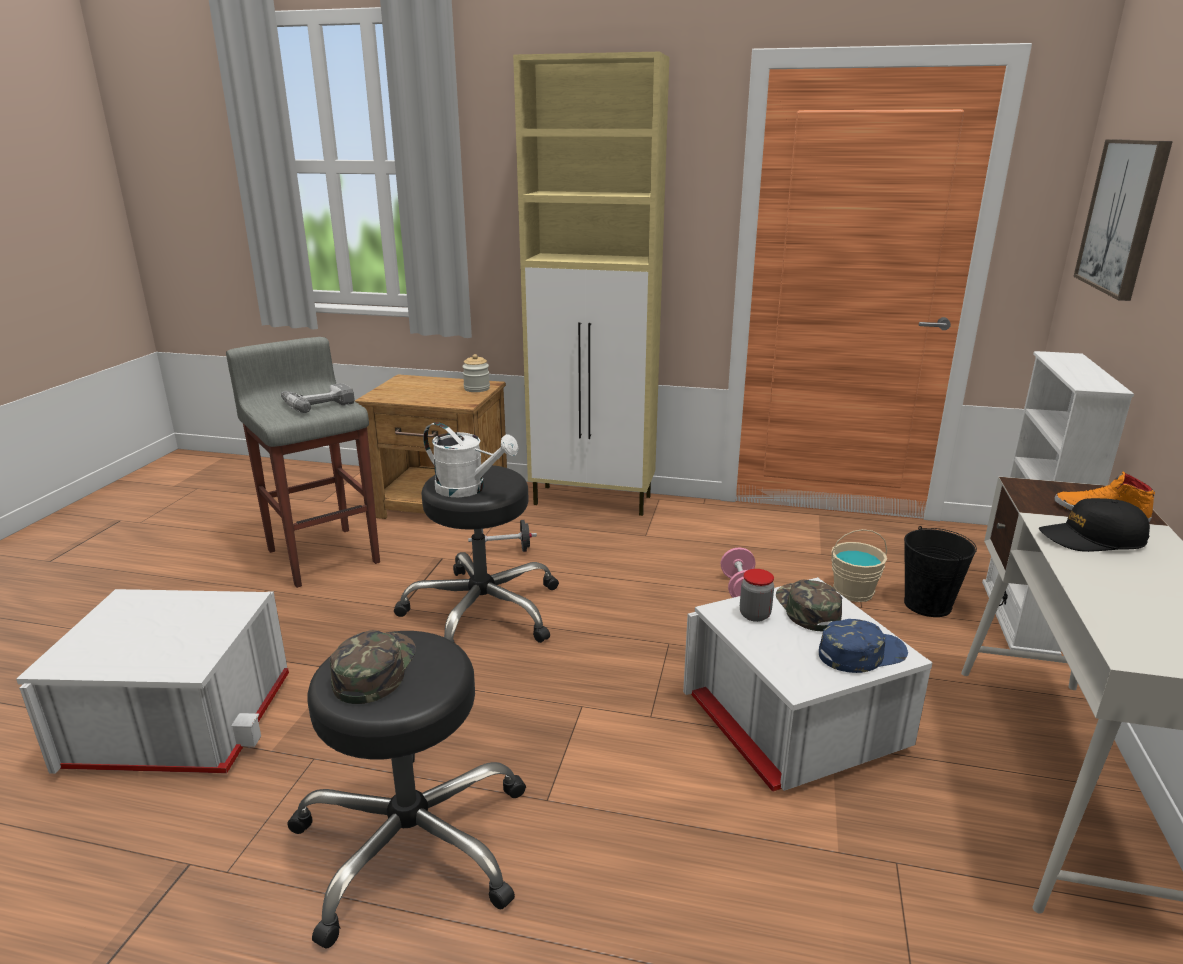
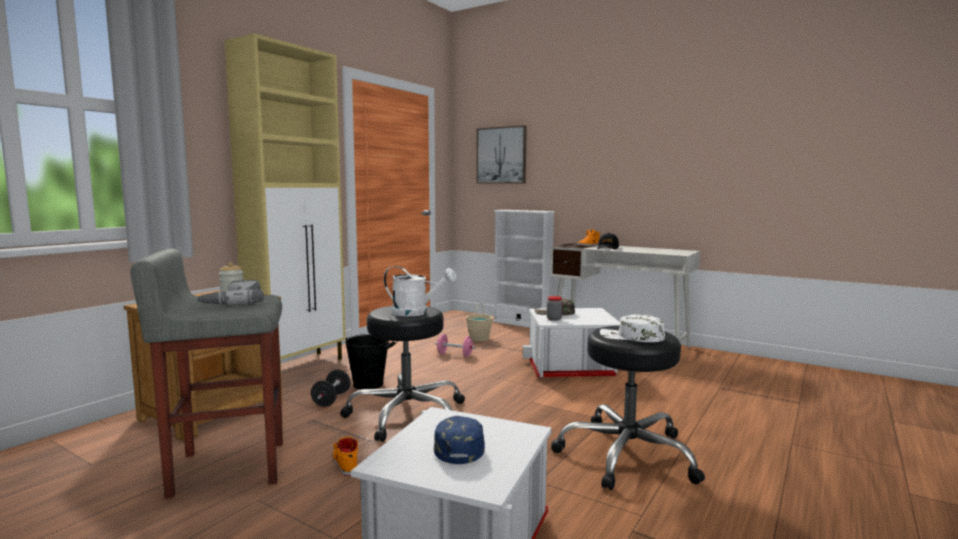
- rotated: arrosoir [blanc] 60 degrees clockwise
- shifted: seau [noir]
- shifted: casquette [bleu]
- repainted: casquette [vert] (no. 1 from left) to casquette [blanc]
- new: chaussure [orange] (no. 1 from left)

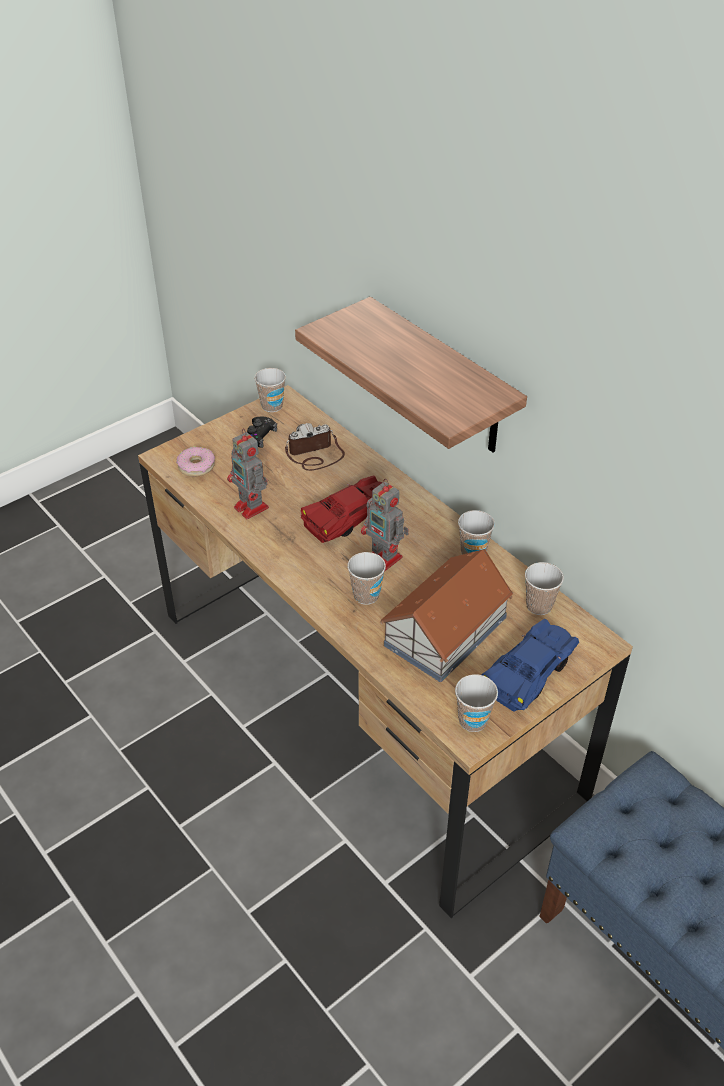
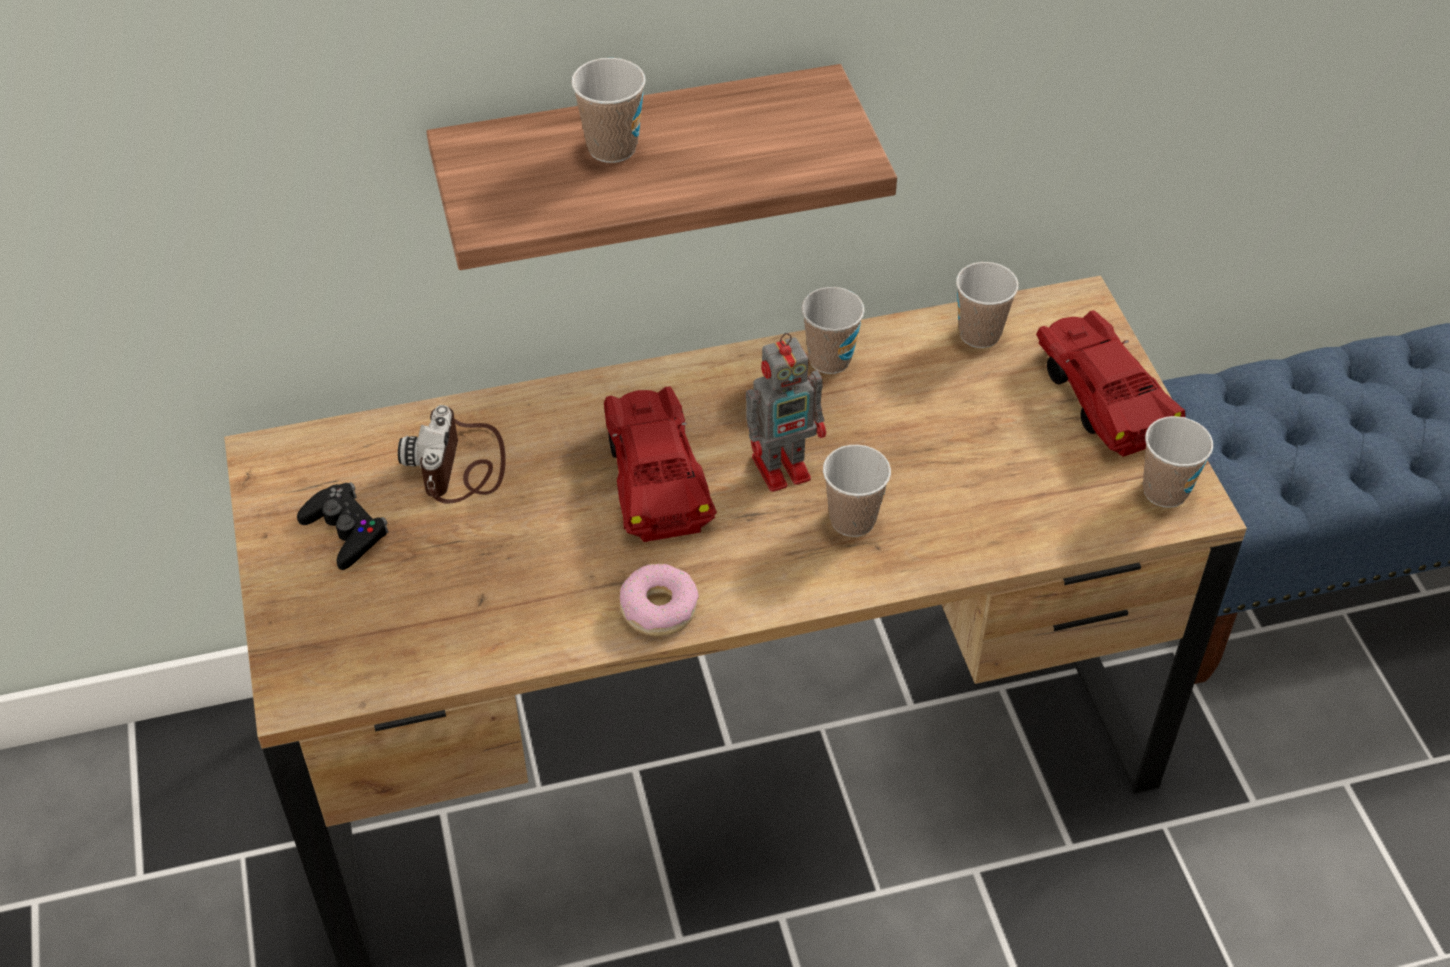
- shifted: tasse (no. 1 from left)
- gone: robot jouet (no. 1 from left)
- shifted: beignet
- gone: maison miniature
- repainted: petite voiture [bleu] to petite voiture [rouge] (no. 2 from left)

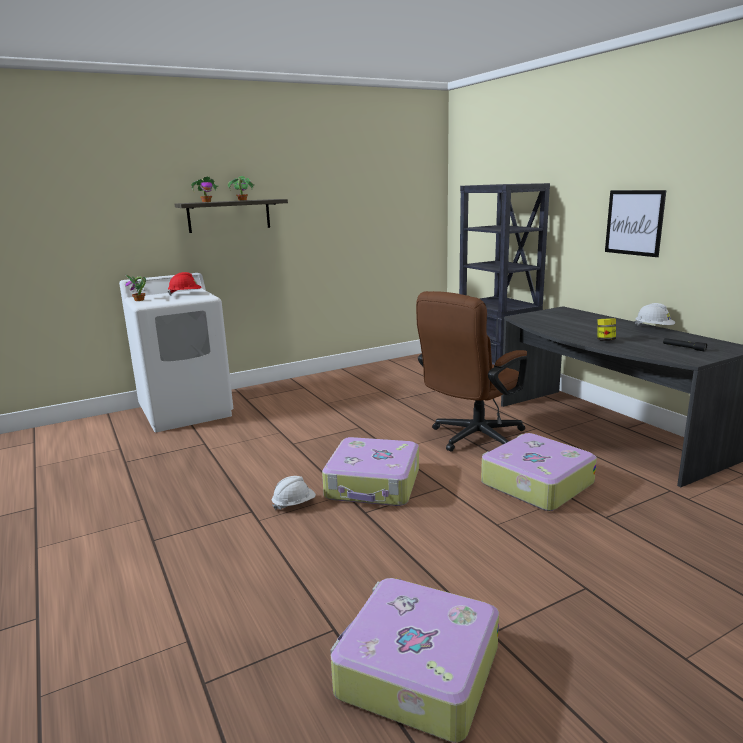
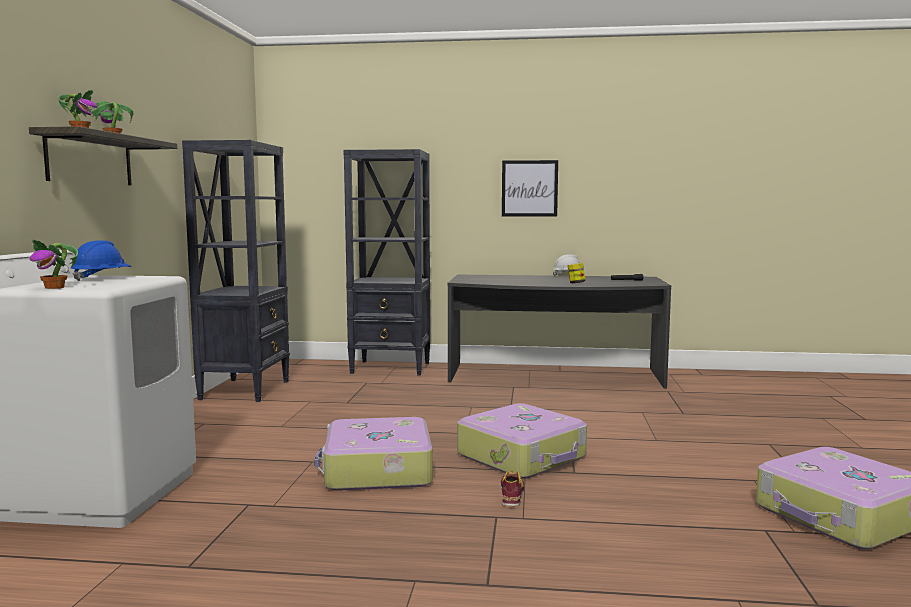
- repainted: casque de chantier [rouge] to casque de chantier [bleu]
- gone: chaise de bureau [marron]
- shifted: valise (no. 3 from left in the first image) to valise (no. 1 from left)
- swapped: casque de chantier [blanc] (no. 1 from left) to chaussure
- new: bibliothèque [noir] (no. 1 from left)

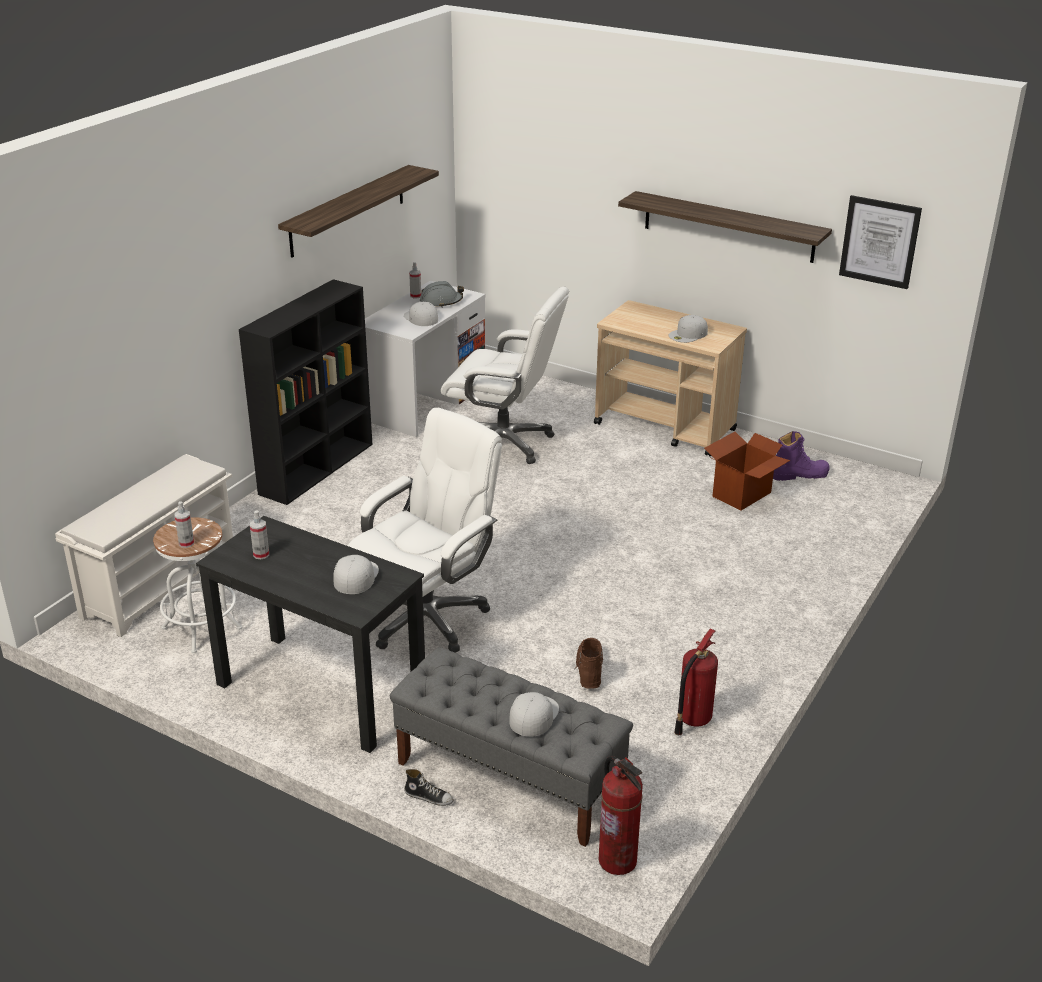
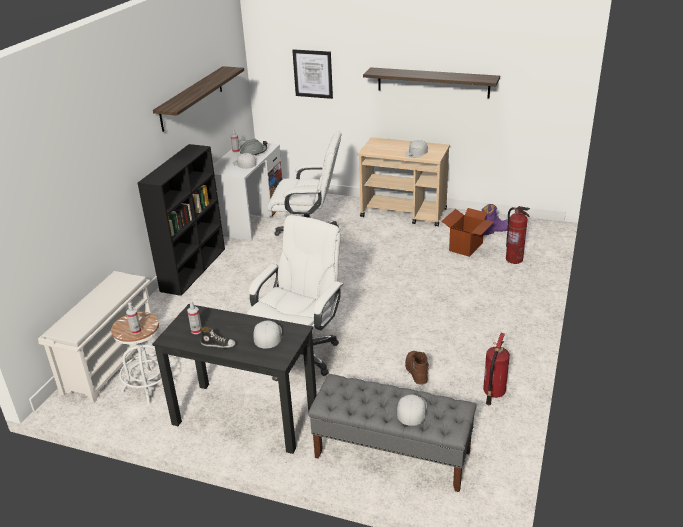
- shifted: tableau
- shifted: extincteur (no. 1 from left in the first image) to extincteur (no. 2 from left)
- shifted: chaussure

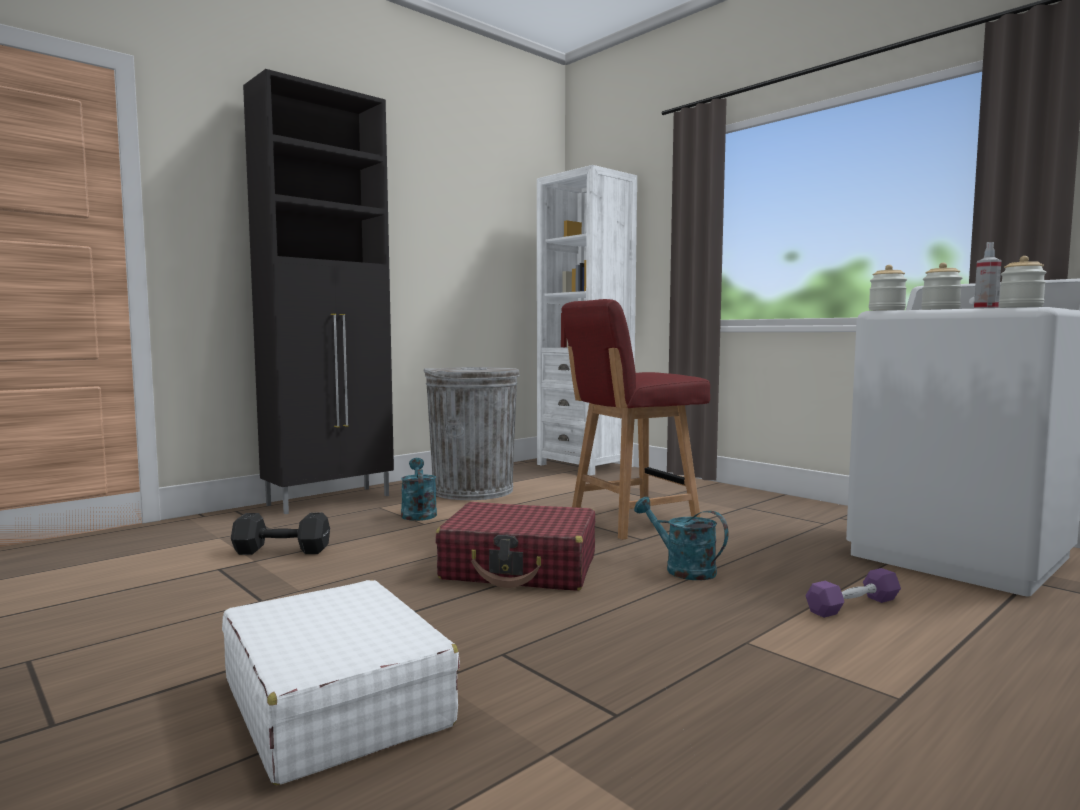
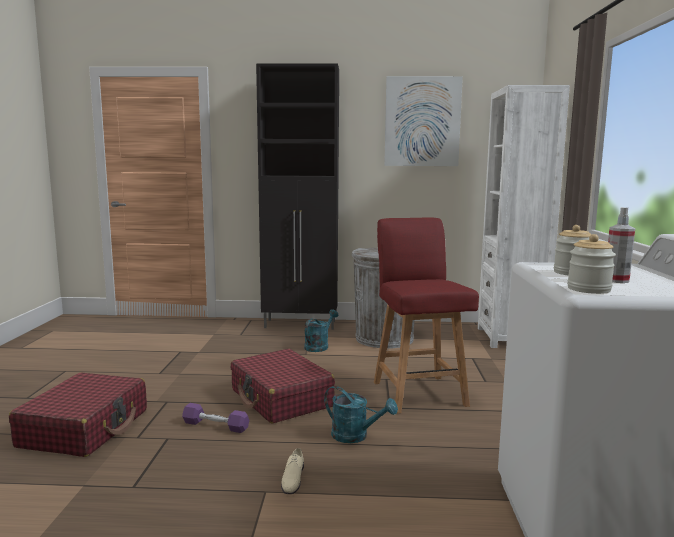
- gone: bocal (no. 1 from left)
- rotated: chaise [rouge] 60 degrees clockwise
- rotated: arrosoir [turquoise] (no. 2 from left) 120 degrees clockwise
- gone: haltère [noir]
- shifted: haltère [violet]
- repainted: valise [blanc] to valise [rouge] (no. 1 from left)
- new: tableau
- new: chaussure [beige]

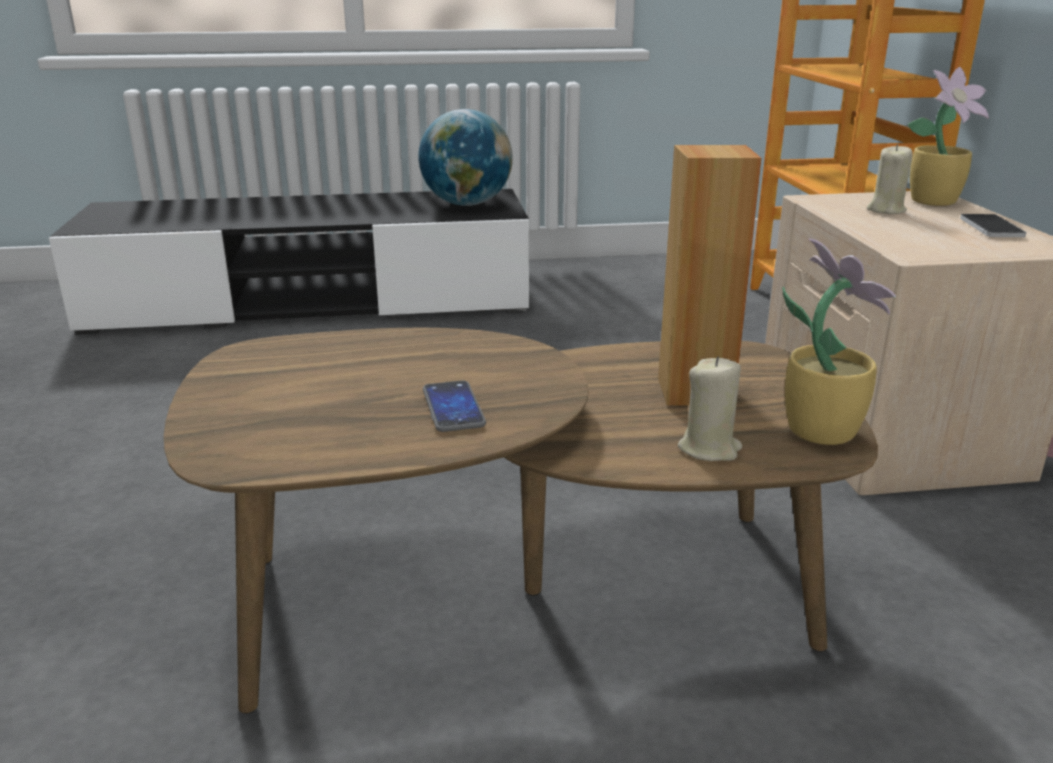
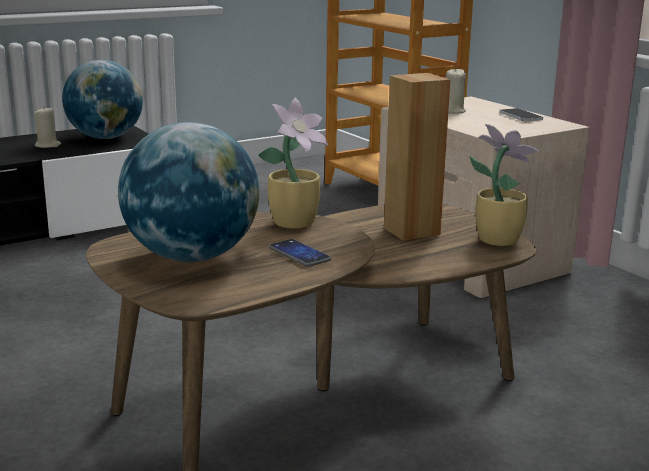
- shifted: plante en pot (no. 2 from left in the first image) to plante en pot (no. 1 from left)
- shifted: bougie [beige] (no. 1 from left)
- new: globe (no. 2 from left)

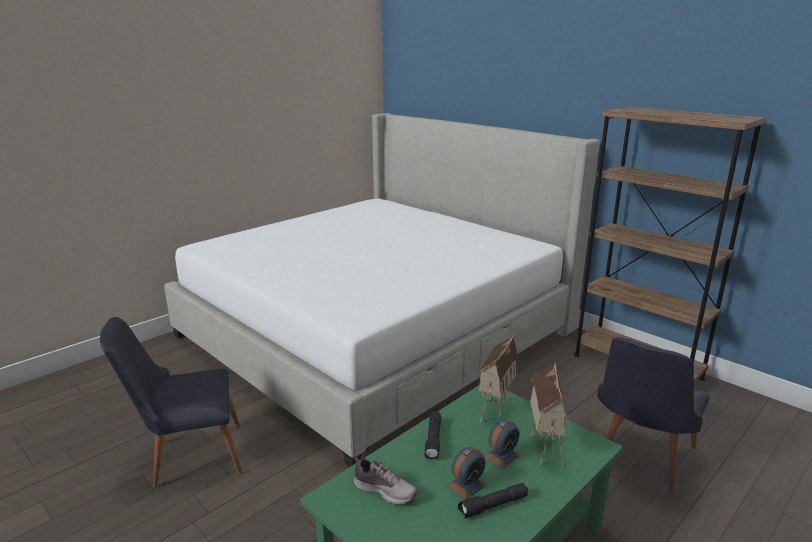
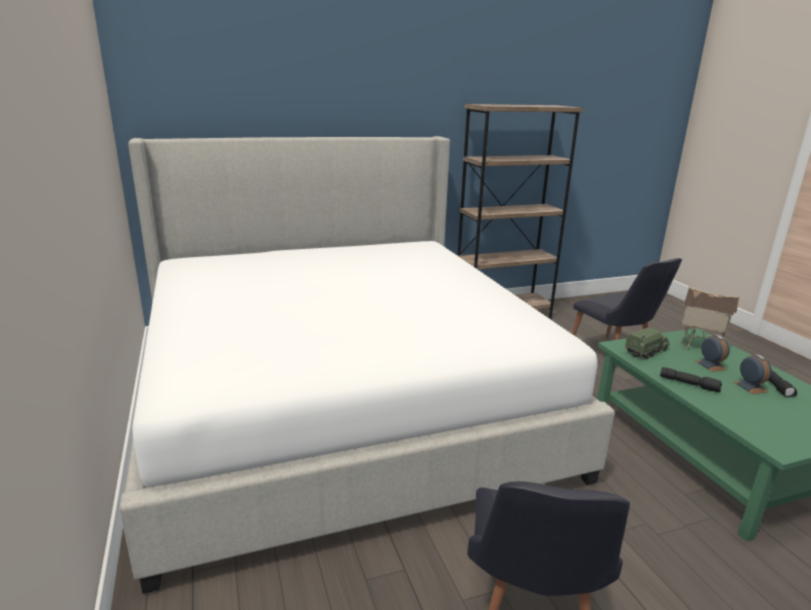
- swapped: maison miniature (no. 1 from left) to camion jouet
- gone: chaussure

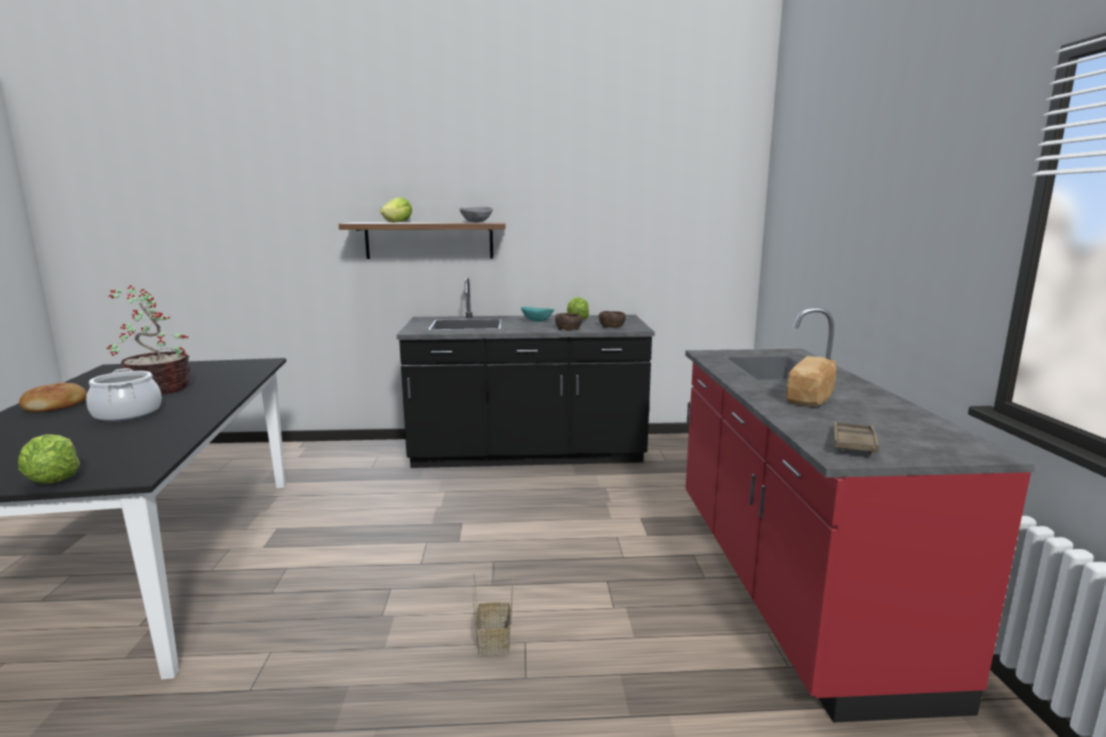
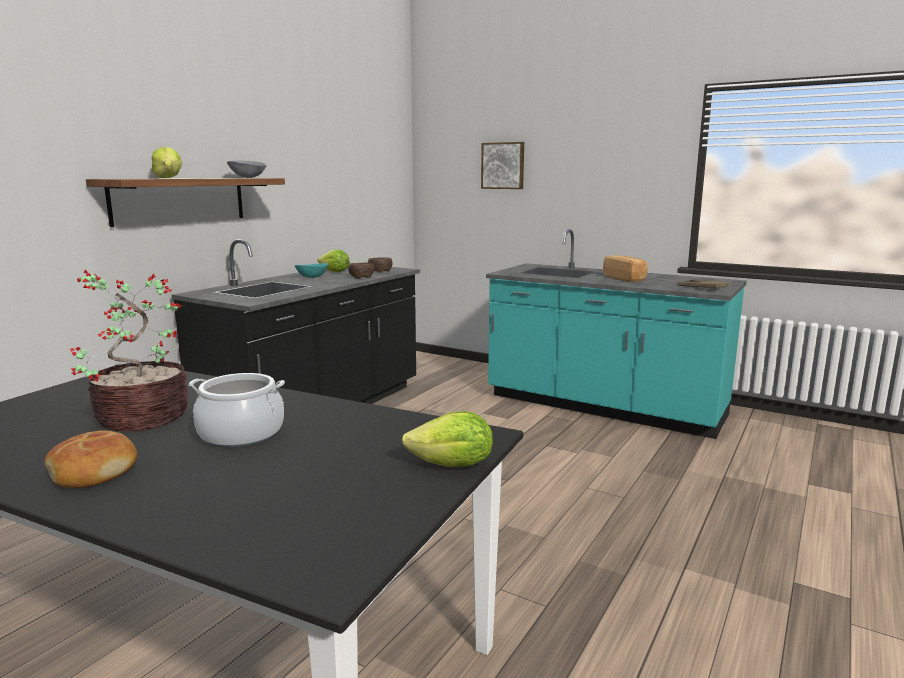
- repainted: comptoir de cuisine [rouge] to comptoir de cuisine [turquoise]
- gone: panier
- new: tableau

